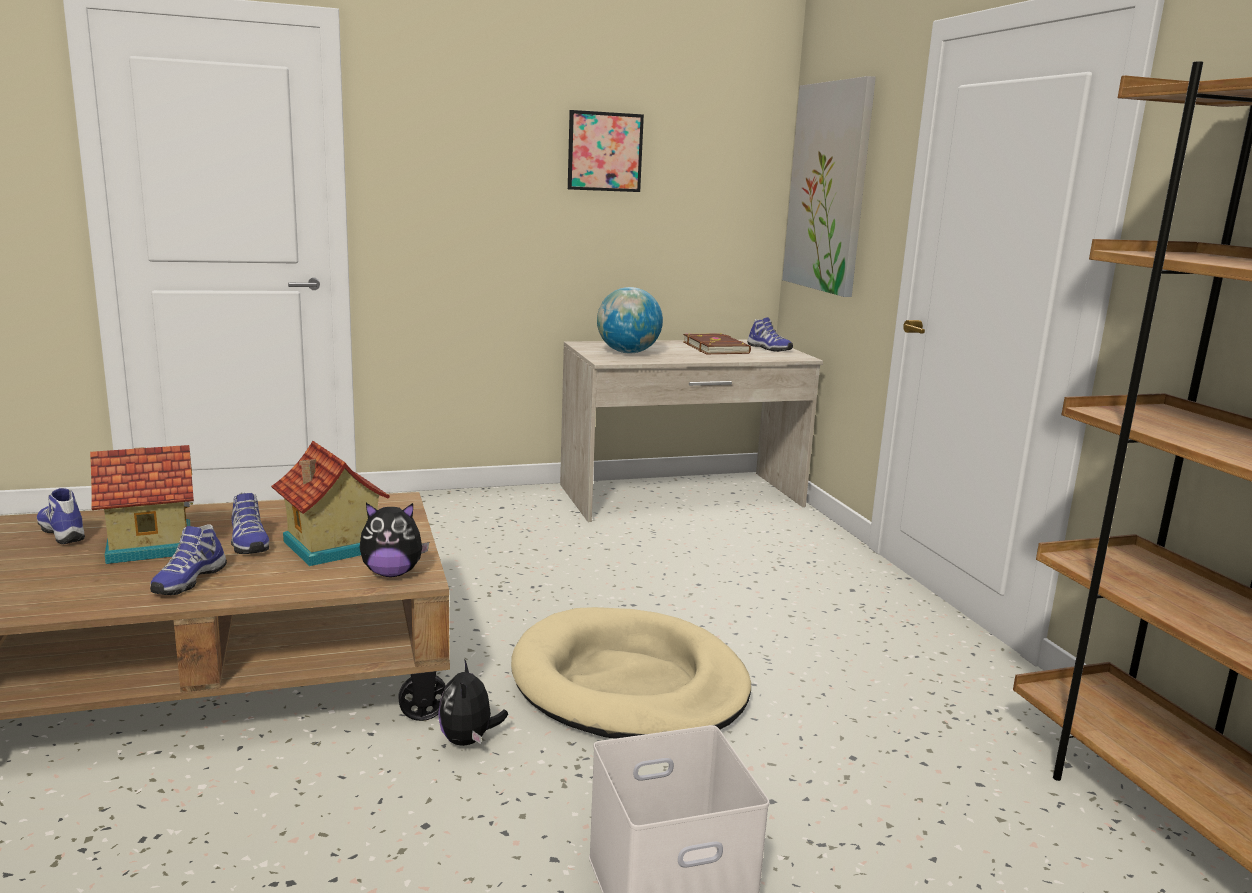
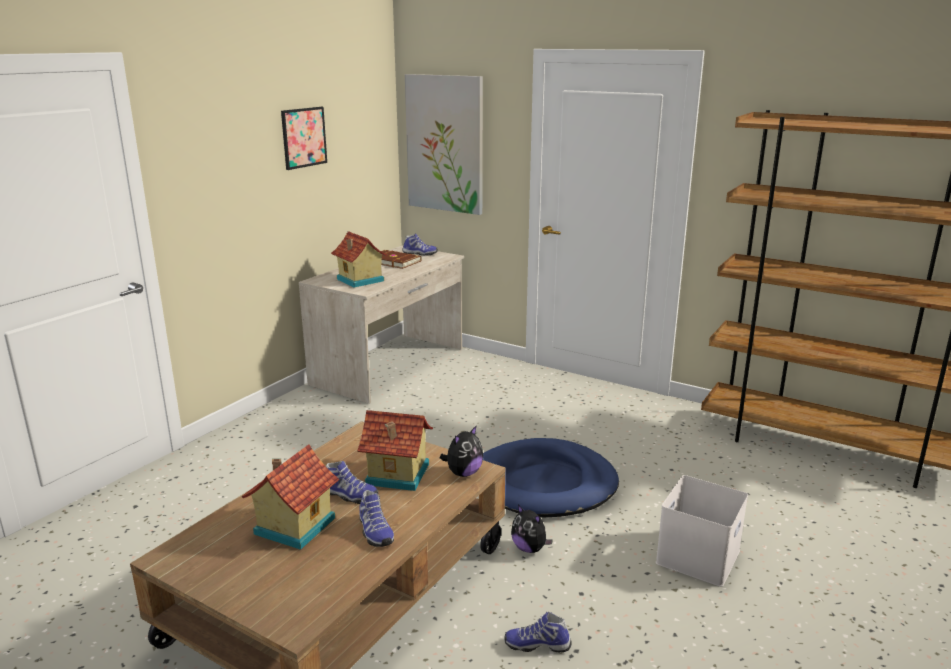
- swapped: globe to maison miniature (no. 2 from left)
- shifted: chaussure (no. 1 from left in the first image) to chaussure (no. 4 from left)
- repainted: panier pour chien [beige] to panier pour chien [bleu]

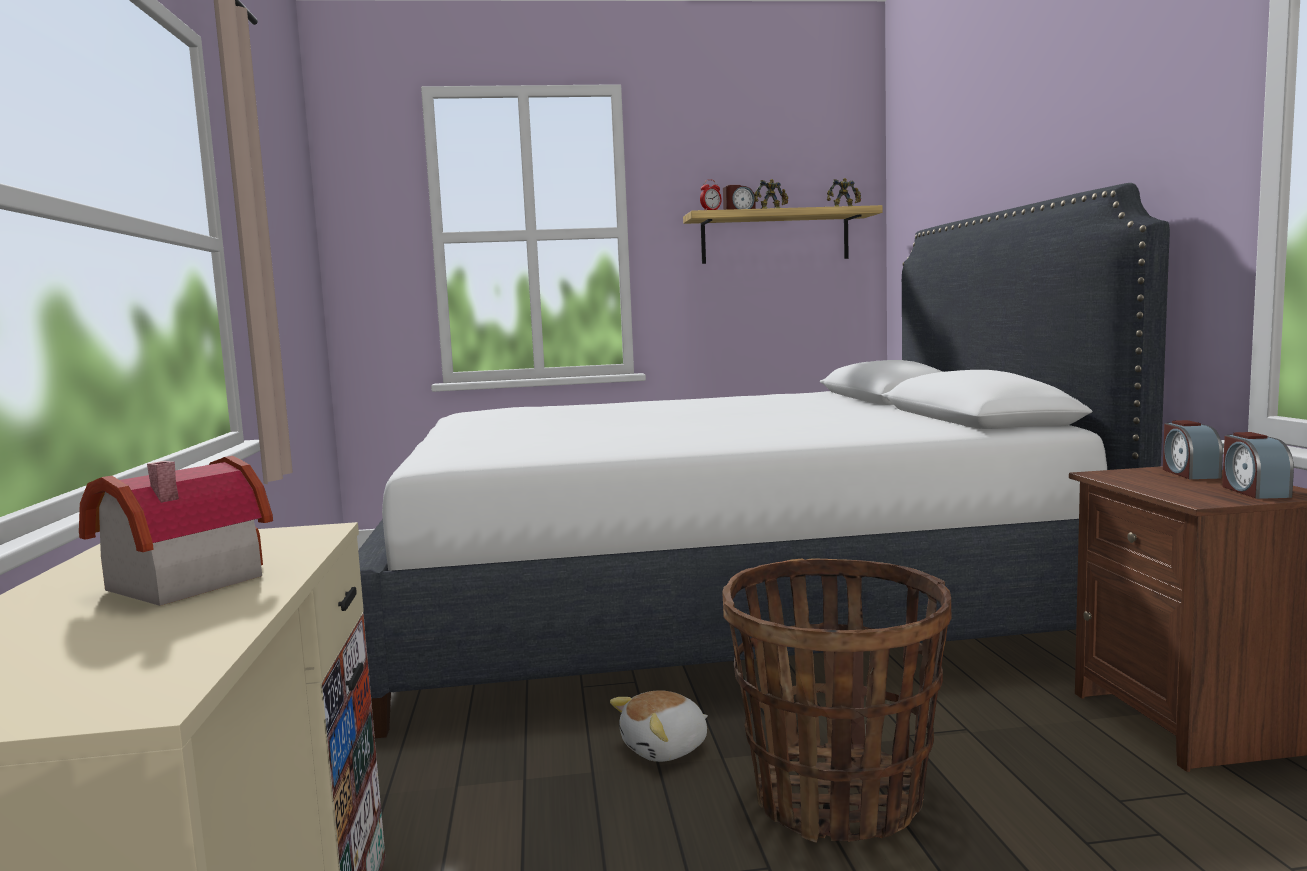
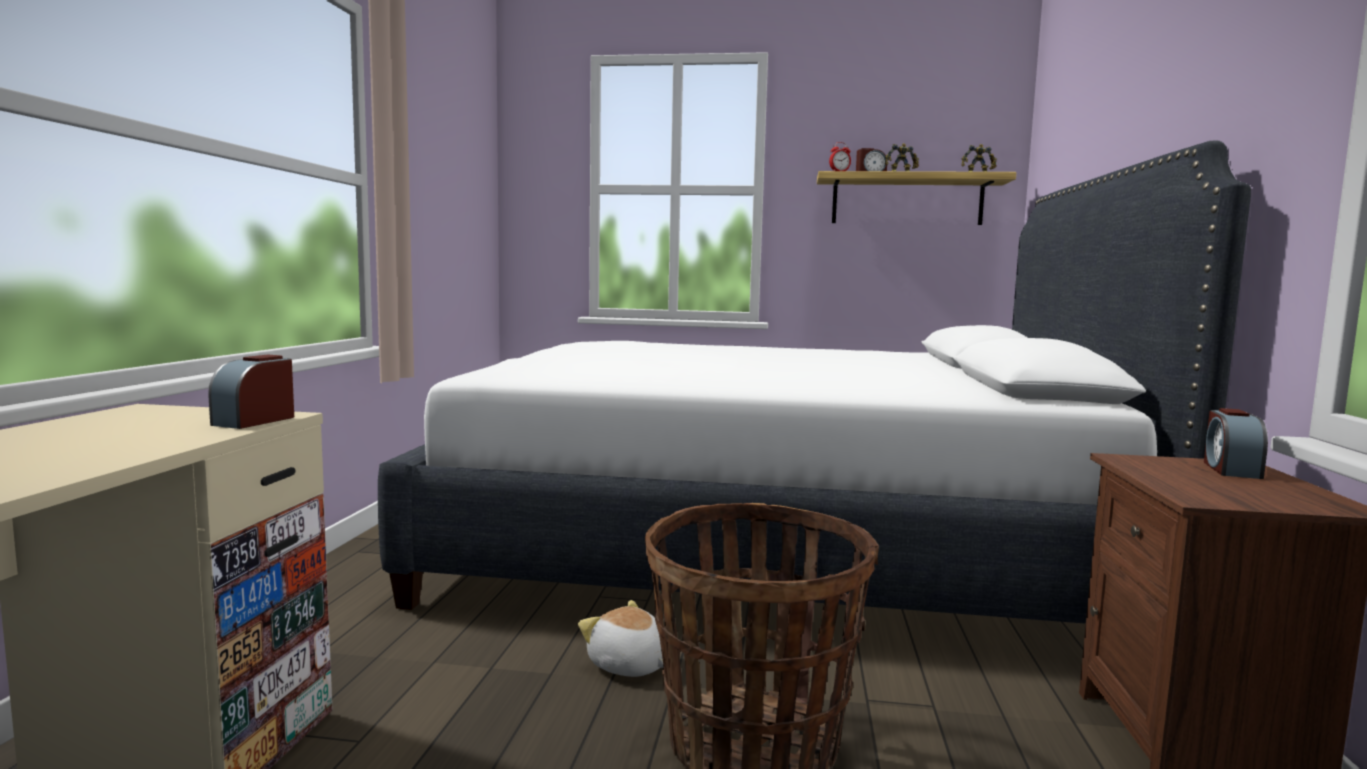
- shifted: réveil (no. 4 from left in the first image) to réveil (no. 1 from left)
- gone: maison miniature
- rotated: peluche 60 degrees clockwise

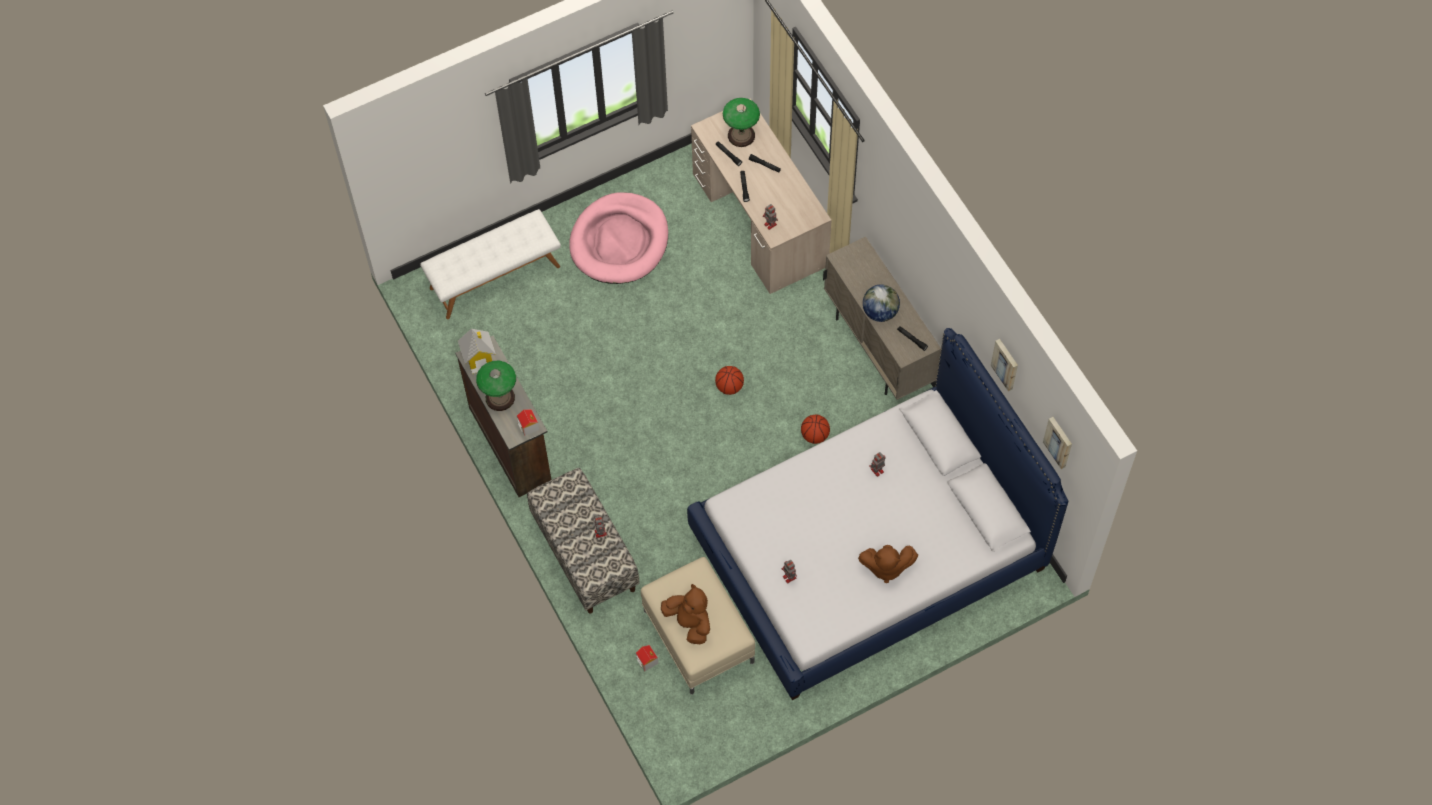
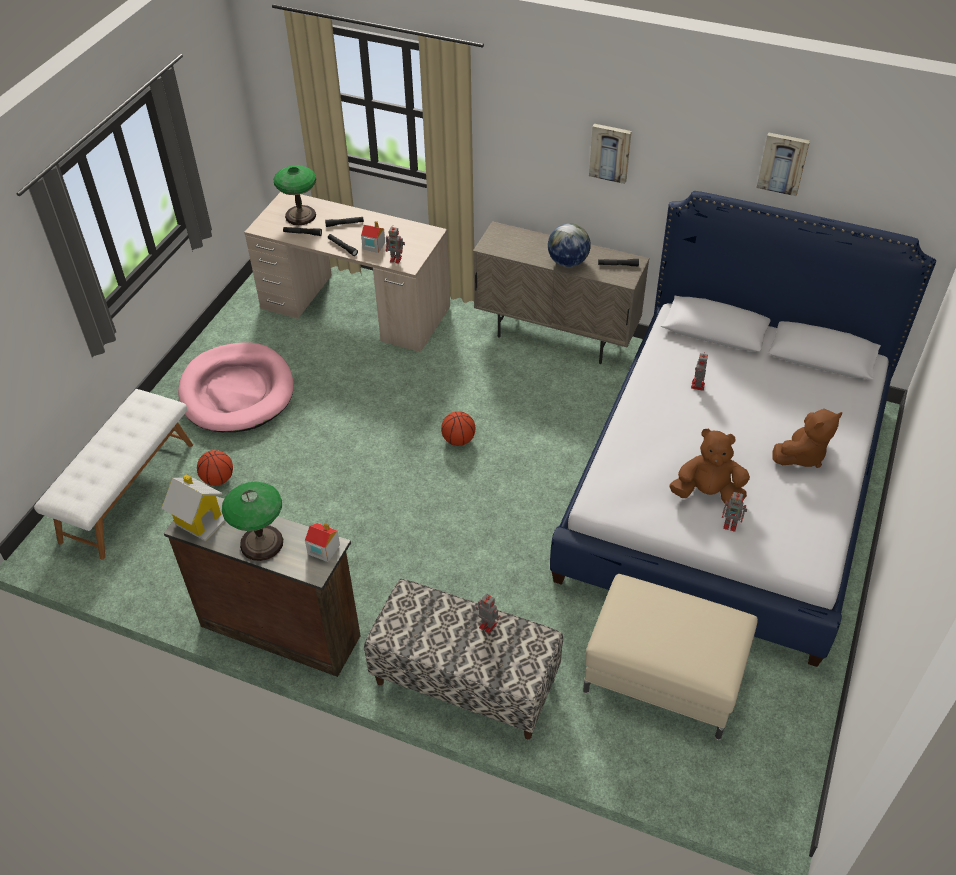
- shifted: ballon de basket (no. 2 from left in the first image) to ballon de basket (no. 1 from left)
- shifted: tableau (no. 2 from left in the first image) to tableau (no. 1 from left)
- shifted: peluche [marron] (no. 1 from left)
- shifted: maison miniature (no. 3 from left)

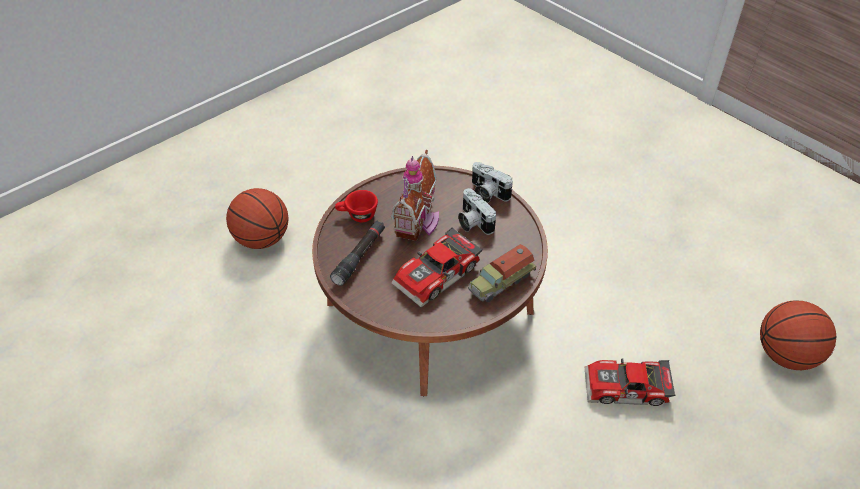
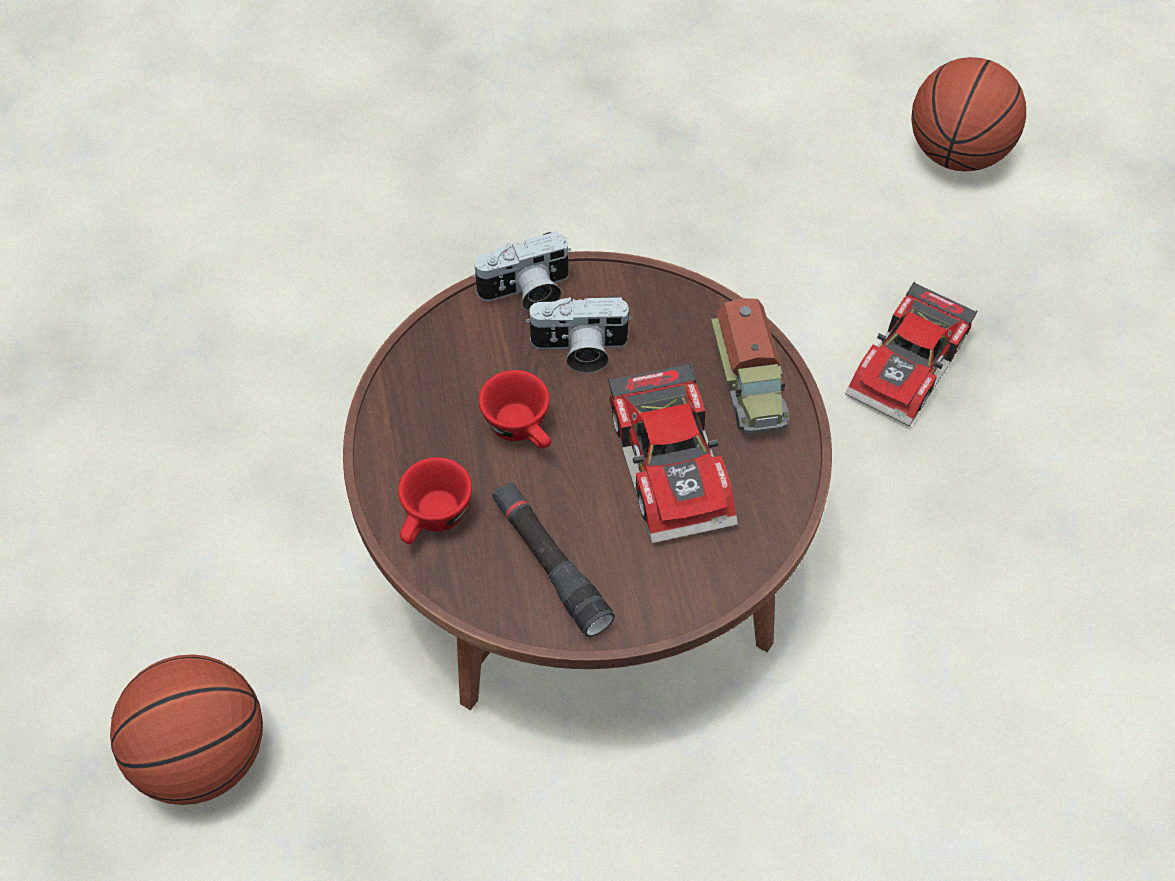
- swapped: maison miniature to tasse [rouge] (no. 2 from left)

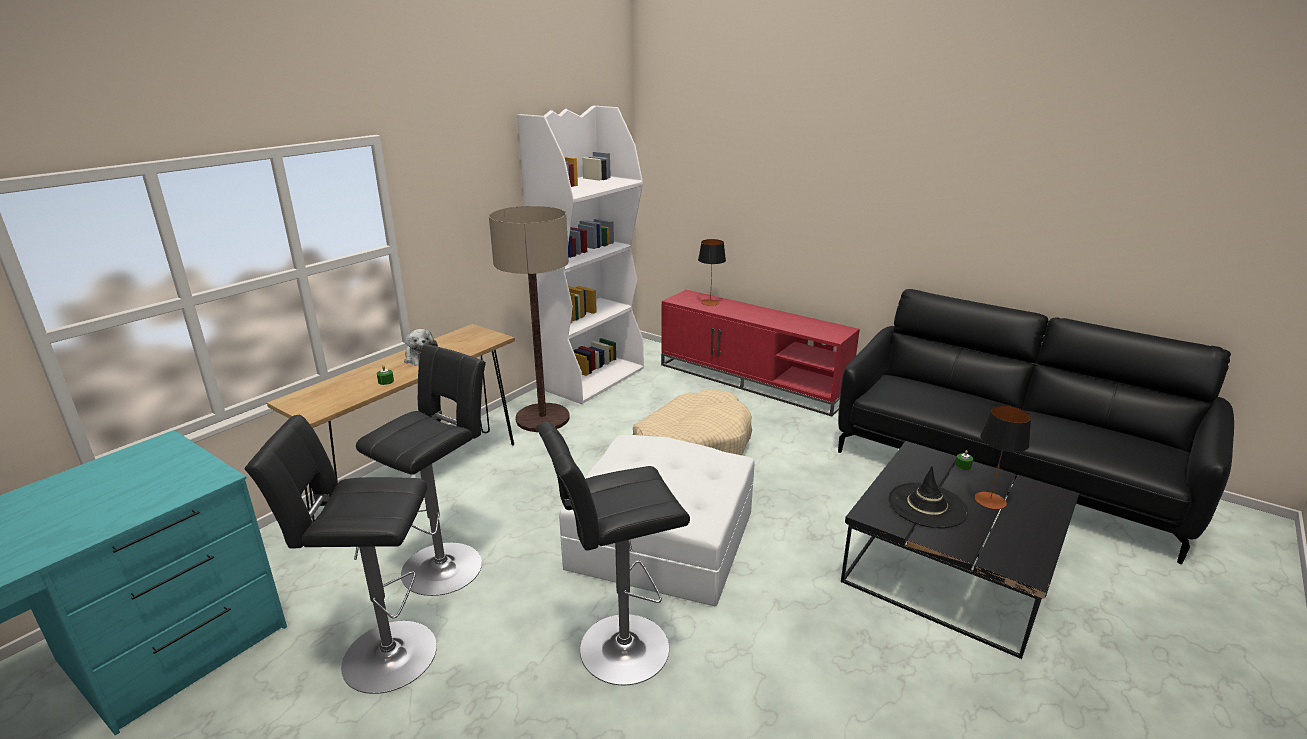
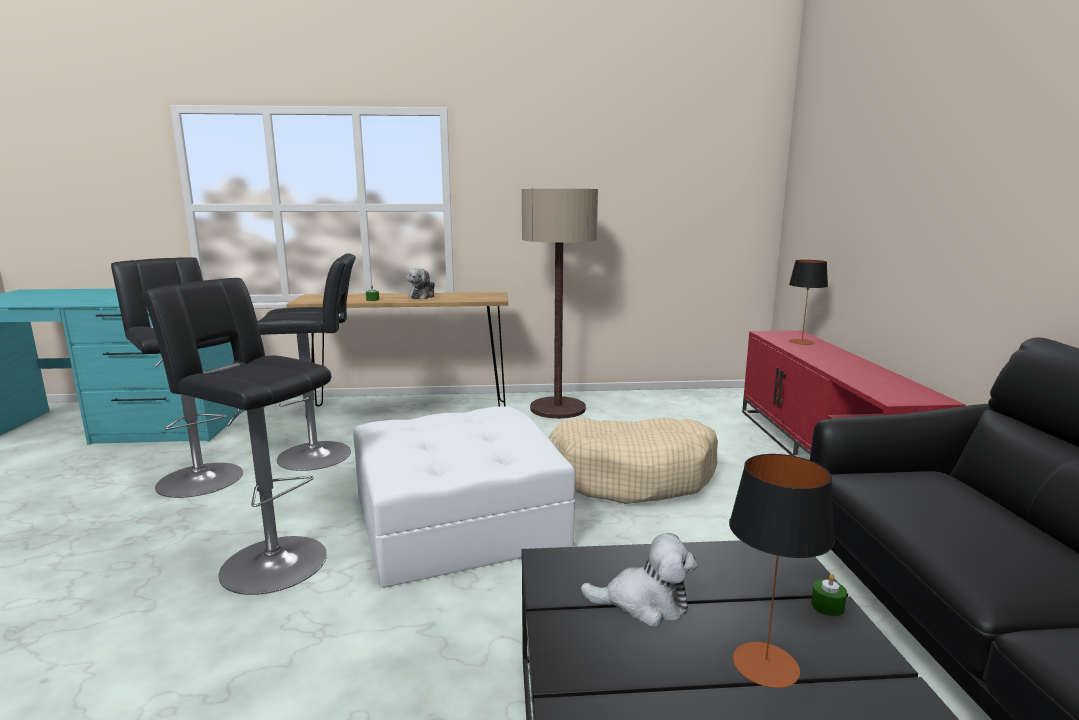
- gone: bibliothèque [blanc]
- swapped: chapeau [noir] to peluche (no. 2 from left)

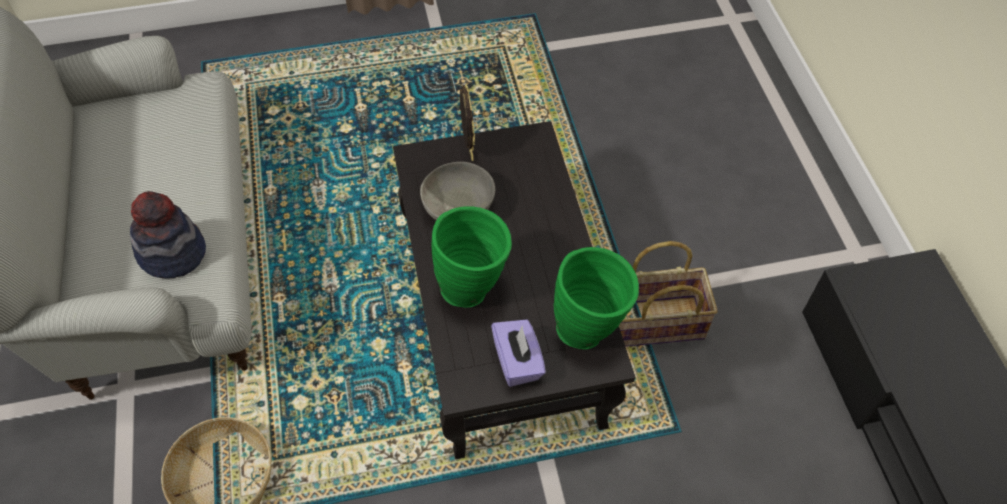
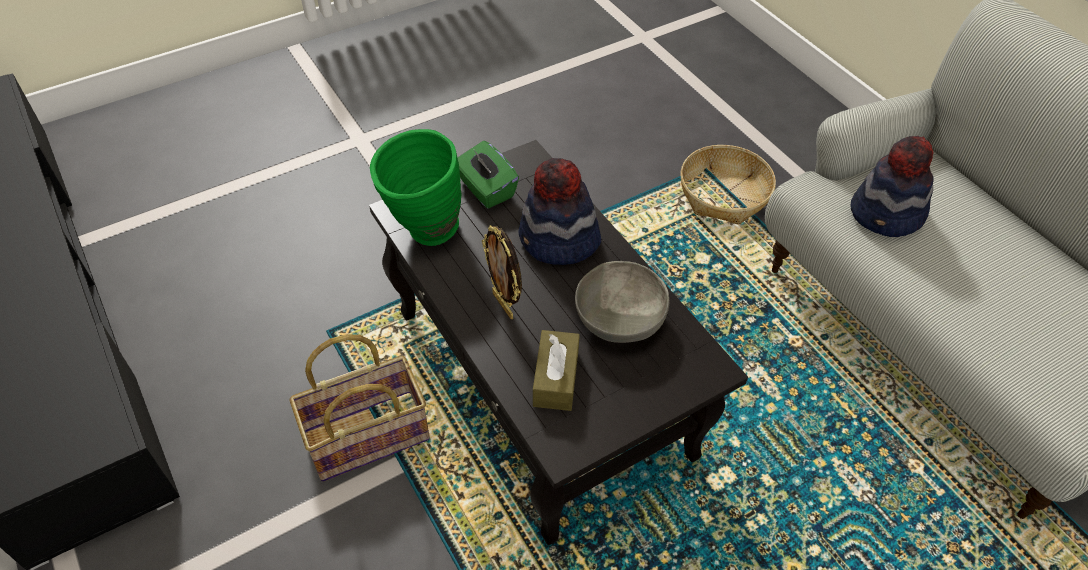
- shifted: cadre photo
- swapped: vase [vert] (no. 1 from left) to chapeau (no. 1 from left)
- repainted: boîte à mouchoirs [violet] to boîte à mouchoirs [vert]
- new: boîte à mouchoirs [marron]

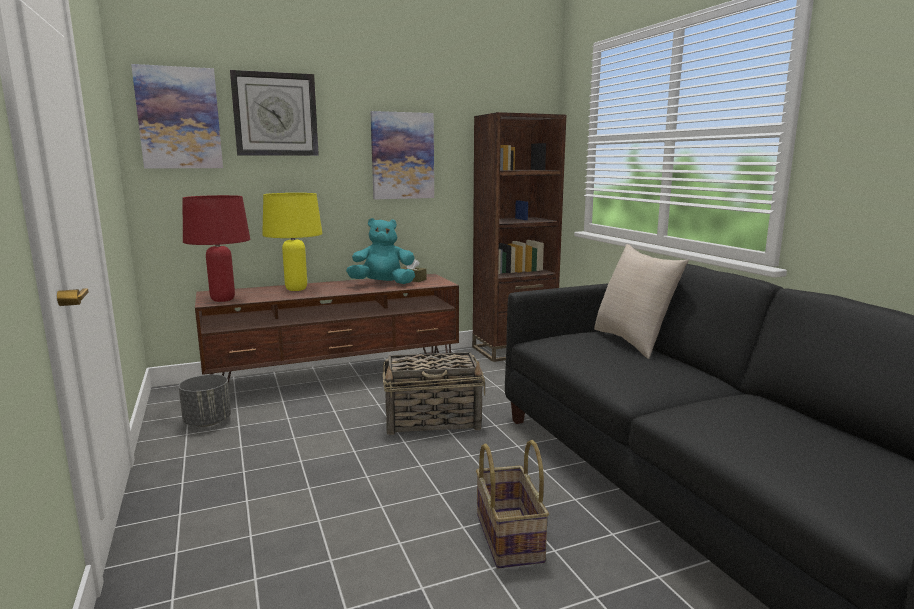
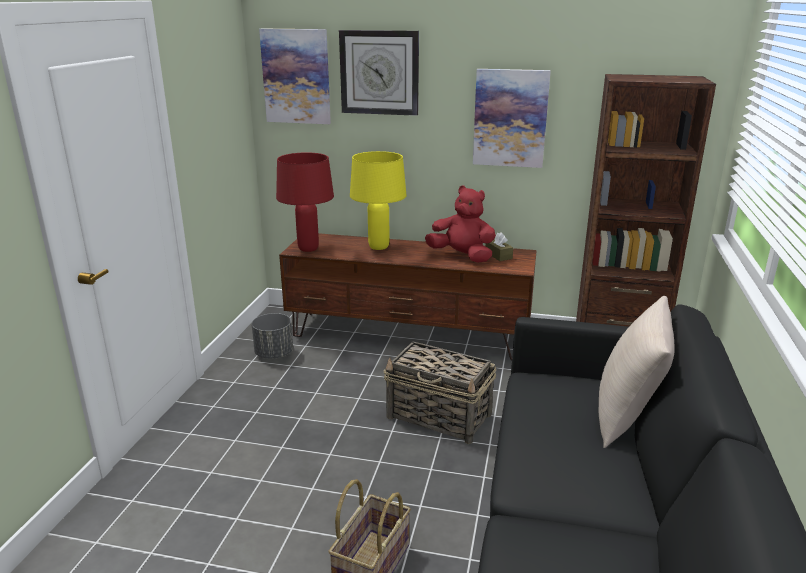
- repainted: peluche [turquoise] to peluche [rouge]

